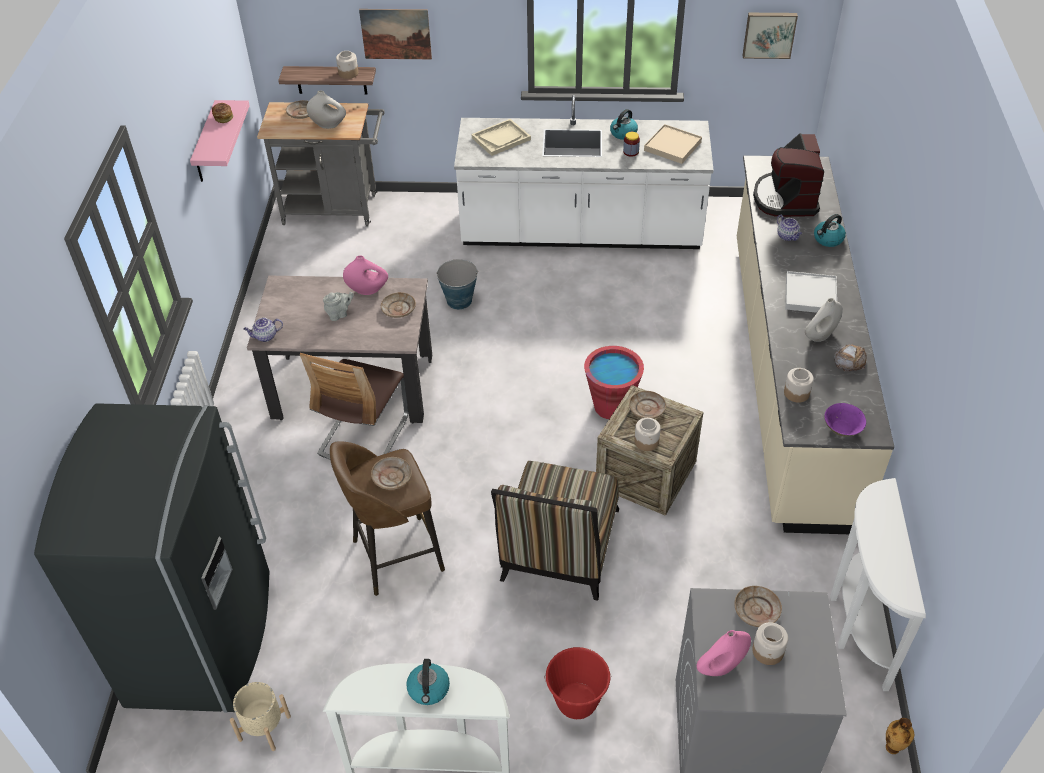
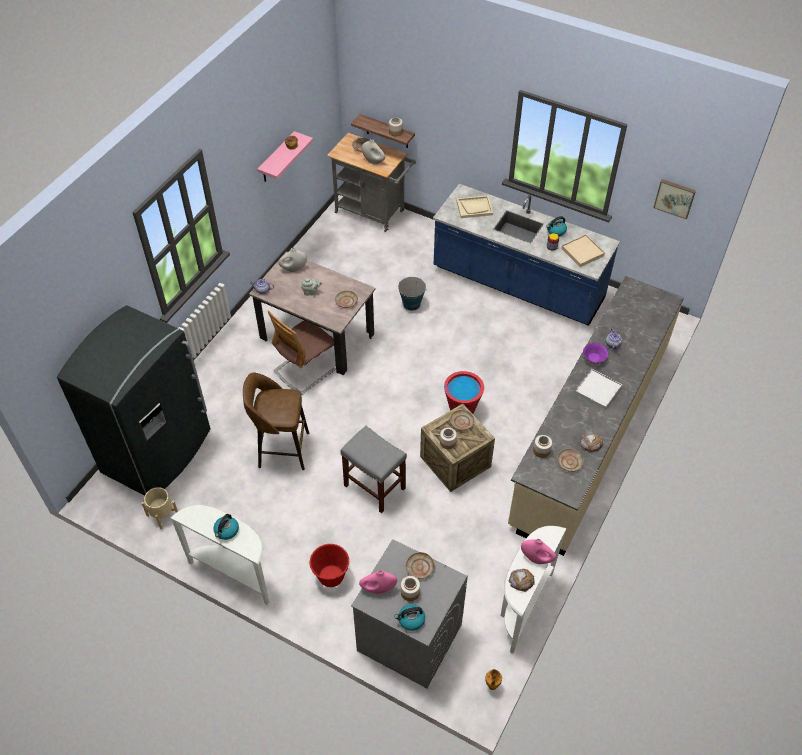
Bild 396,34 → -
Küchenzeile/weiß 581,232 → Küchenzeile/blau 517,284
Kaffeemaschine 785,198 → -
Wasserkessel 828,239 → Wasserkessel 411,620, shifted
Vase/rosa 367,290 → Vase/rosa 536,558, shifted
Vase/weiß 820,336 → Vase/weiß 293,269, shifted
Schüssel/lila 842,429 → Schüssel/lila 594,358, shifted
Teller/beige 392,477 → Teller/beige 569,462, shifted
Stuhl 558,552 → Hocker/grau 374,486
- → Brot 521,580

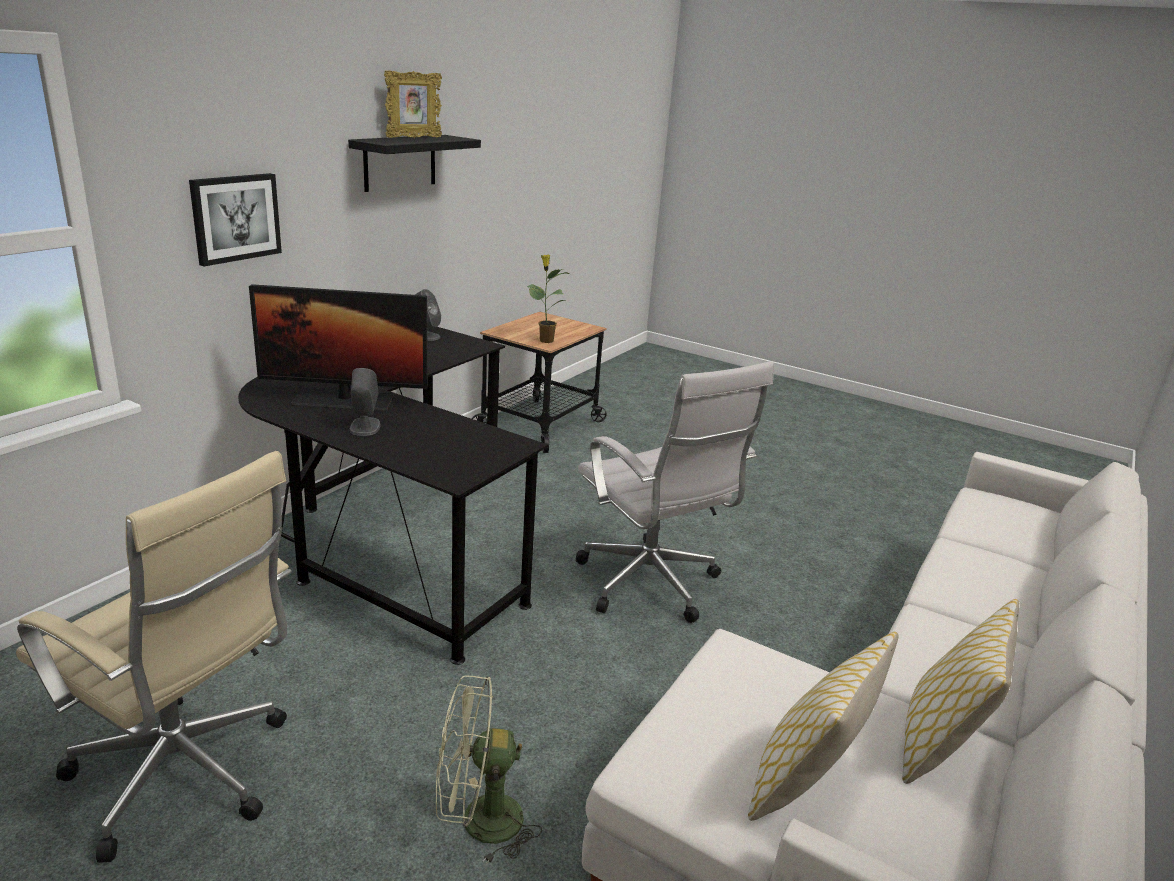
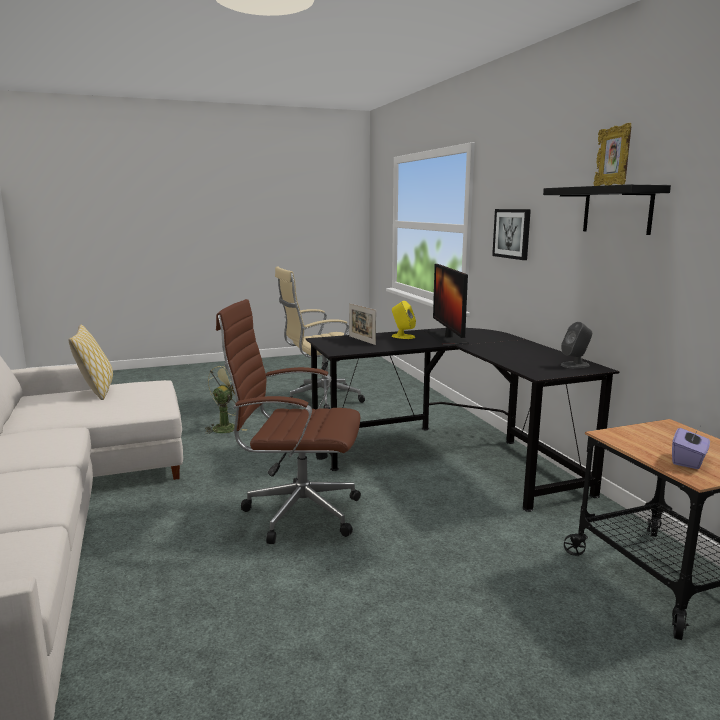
Topfpflanze 545,340 → -
Monitor 344,400 → Monitor 447,338, 45 degrees counterclockwise
Bürostuhl/weiß 651,586 → Bürostuhl/braun 296,513
Lautsprecher/grau 365,427 → Lautsprecher/gelb 402,336
Kissen 940,745 → -
- → Bilderrahmen 362,340
- → Taschentuchbox/lila 688,461

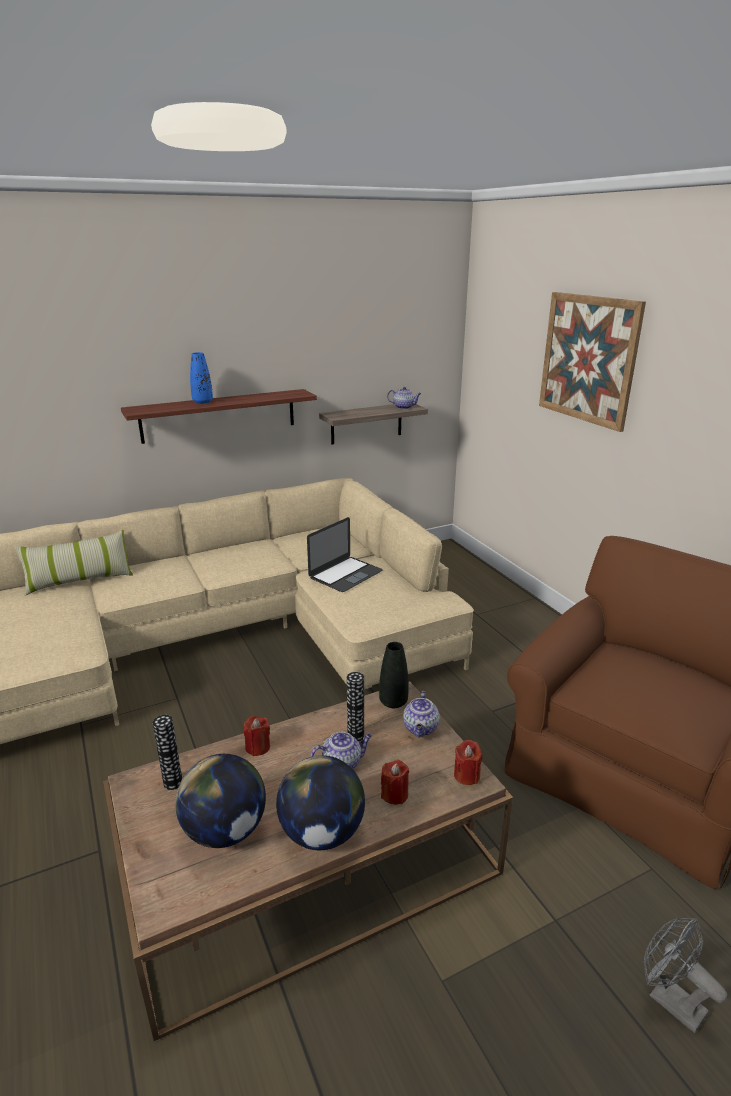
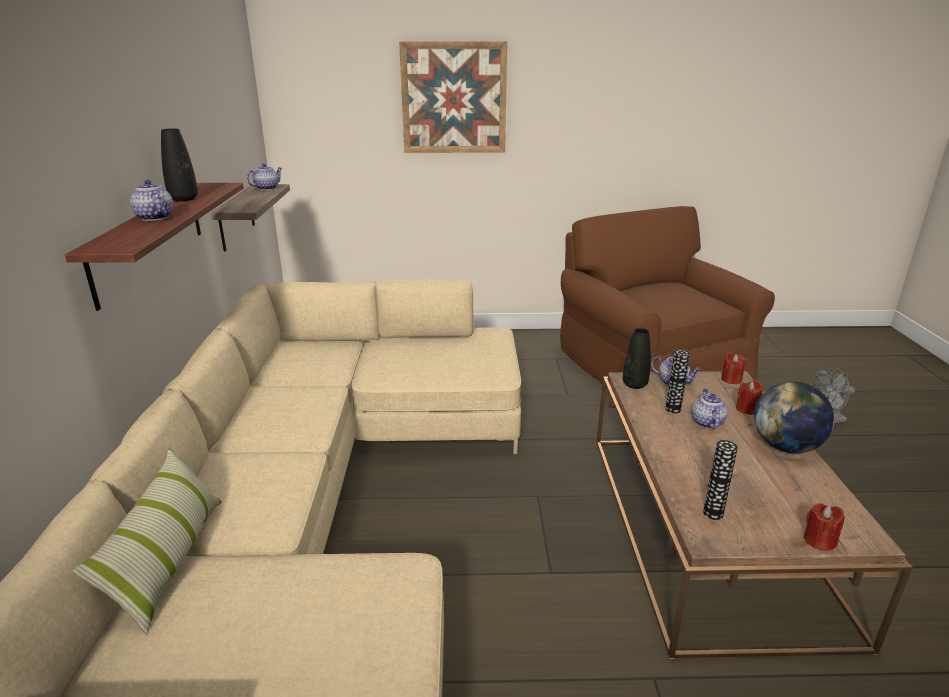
Vase/blau 202,402 → Teekanne 154,217
Laptop 345,574 → -
Kerze/rot 257,747 → Kerze/rot 819,540, shifted
Globus 225,831 → -
- → Vase/schwarz 183,199

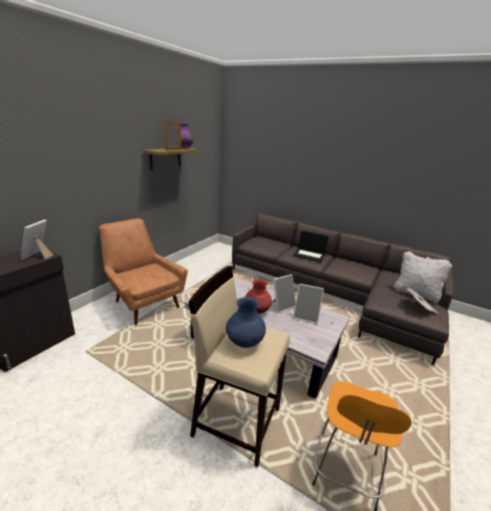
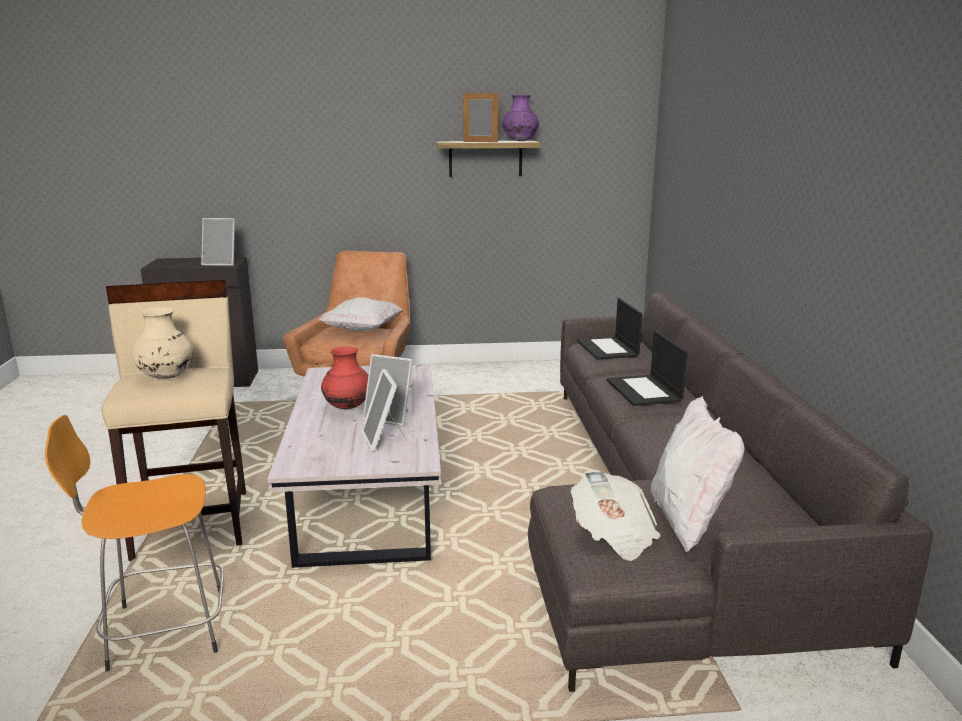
Bilderrahmen 39,256 → Bilderrahmen 221,263, 150 degrees counterclockwise
Vase/blau 244,343 → Vase/beige 166,377
- → Kissen/weiß 361,330
- → Laptop 608,349

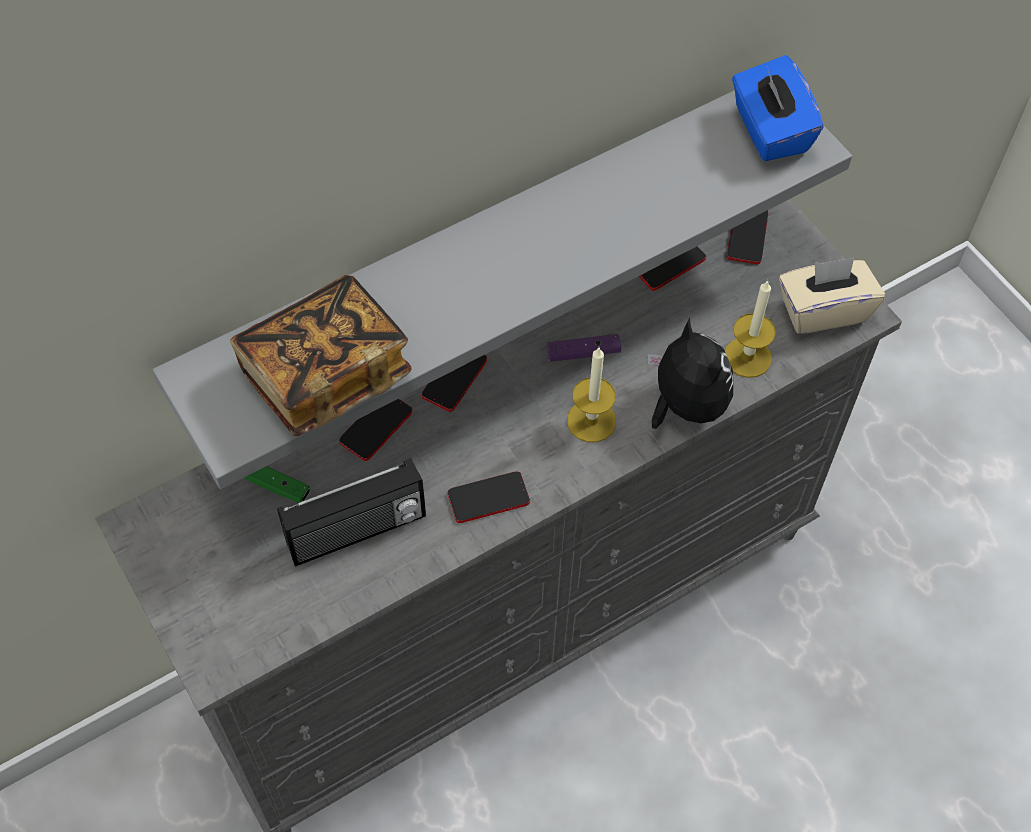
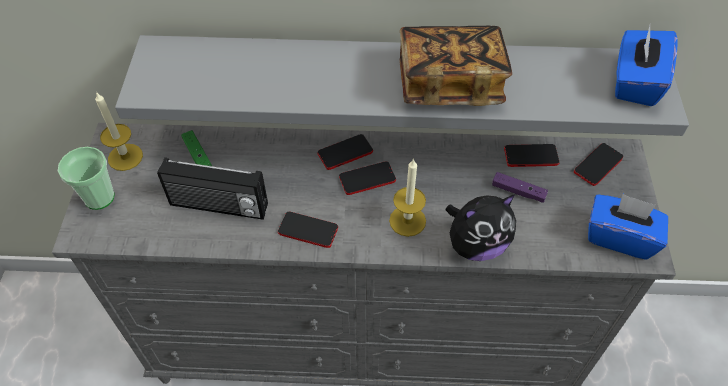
Taschentuchbox/beige 823,310 → Taschentuchbox/blau 619,237
Buch 325,373 → Buch 449,83, shifted
Kerze 747,357 → Kerze 125,157, shifted
Plüschtier 685,405 → Plüschtier 476,245, 60 degrees clockwise
Gamepad/lila 583,353 → Gamepad/lila 518,191, shifted
Handy 376,427 → Handy 367,179, shifted
- → Tasse 99,197

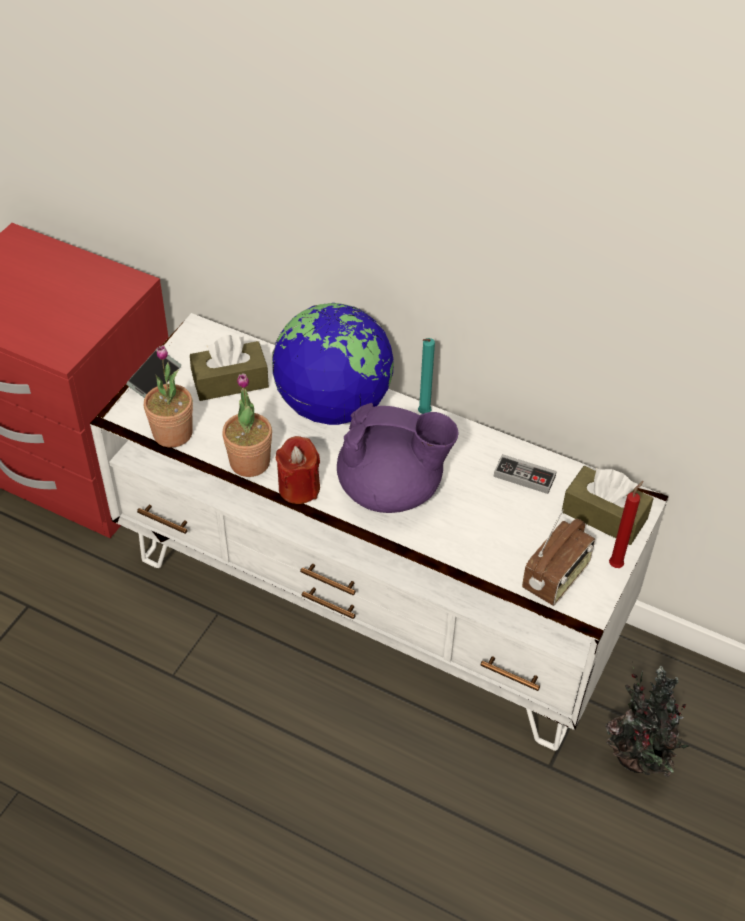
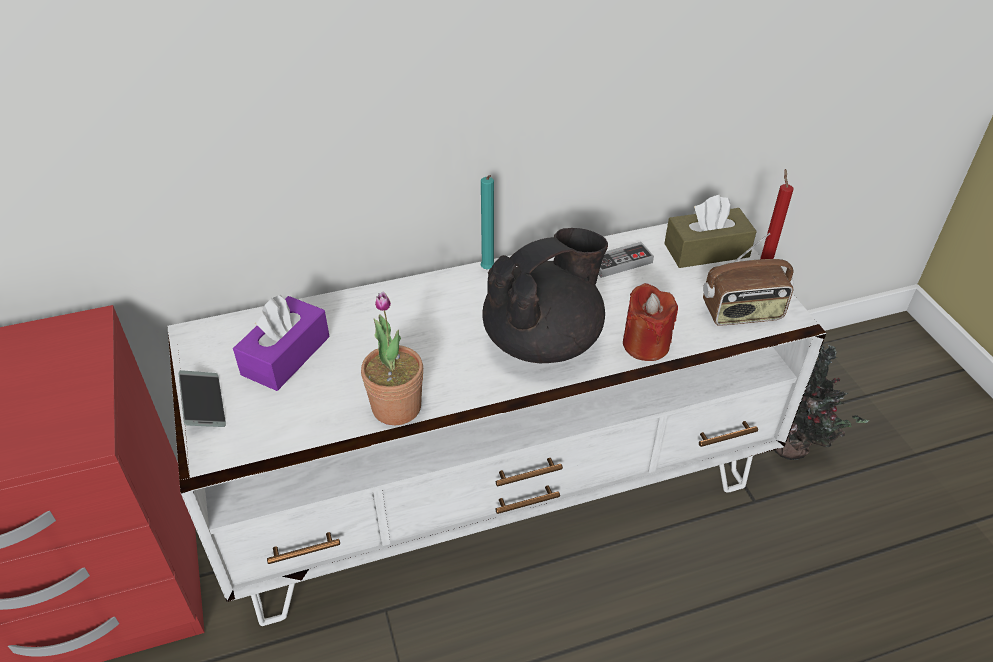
Globus 333,405 → -
Taschentuchbox/braun 230,381 → Taschentuchbox/lila 286,355
Topfpflanze 172,433 → -
Teekanne/lila 392,490 → Teekanne/schwarz 544,340
Kerze/rot 299,488 → Kerze/rot 645,344, shifted
Radio 556,578 → Radio 742,313, 90 degrees clockwise

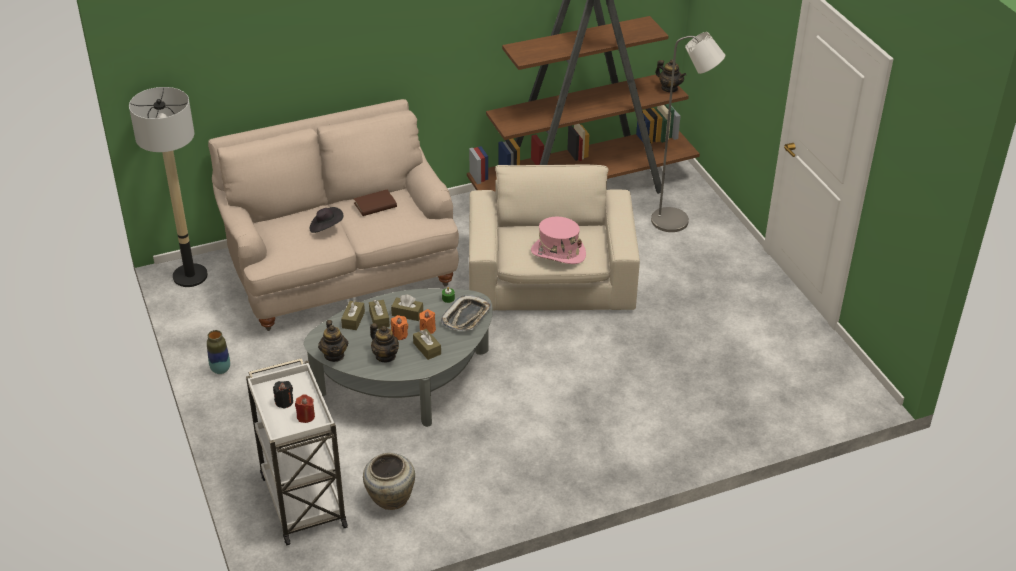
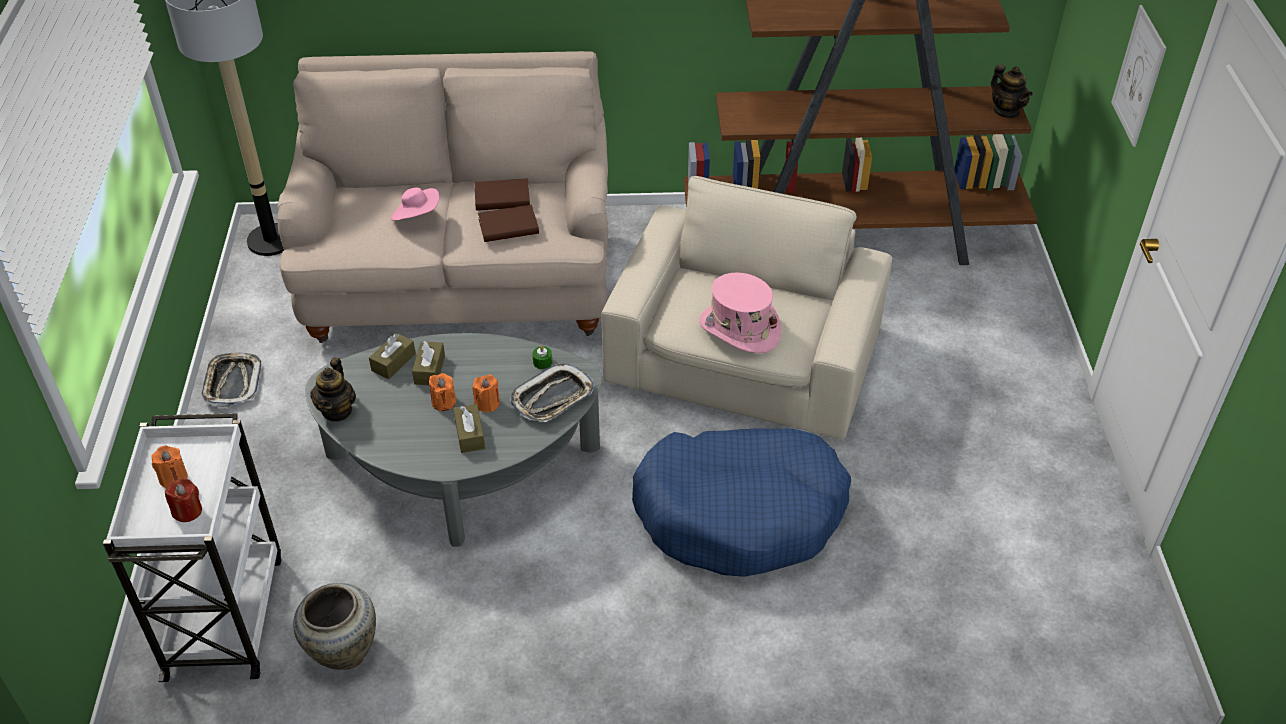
Stehlampe/grau 677,222 → -
Hut/schwarz 326,227 → Hut/rosa 417,216
Taschentuchbox/braun 407,313 → -
Teekanne 385,356 → -
Vase 220,369 → Tablett 232,383
Kerze/schwarz 284,402 → Kerze/orange 173,478
- → Bild 1138,76
- → Buch/braun 508,227
- → Hundebett/blau 740,513

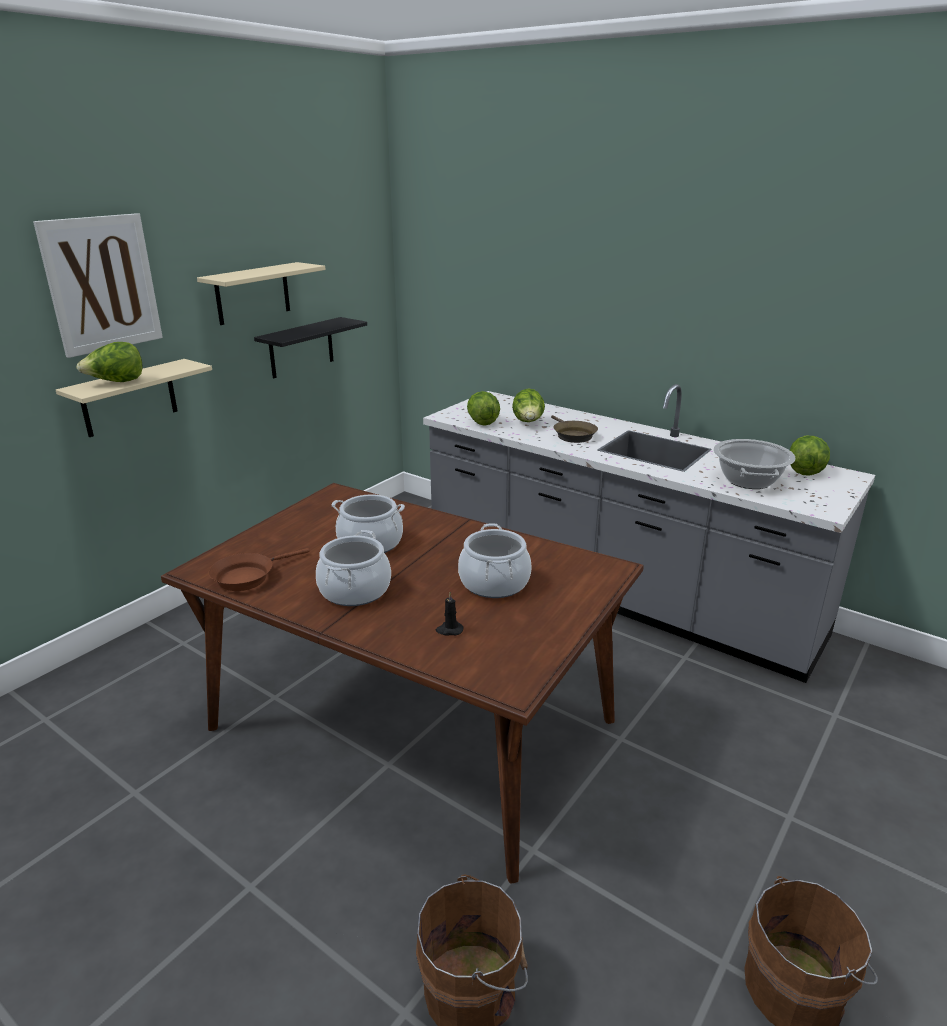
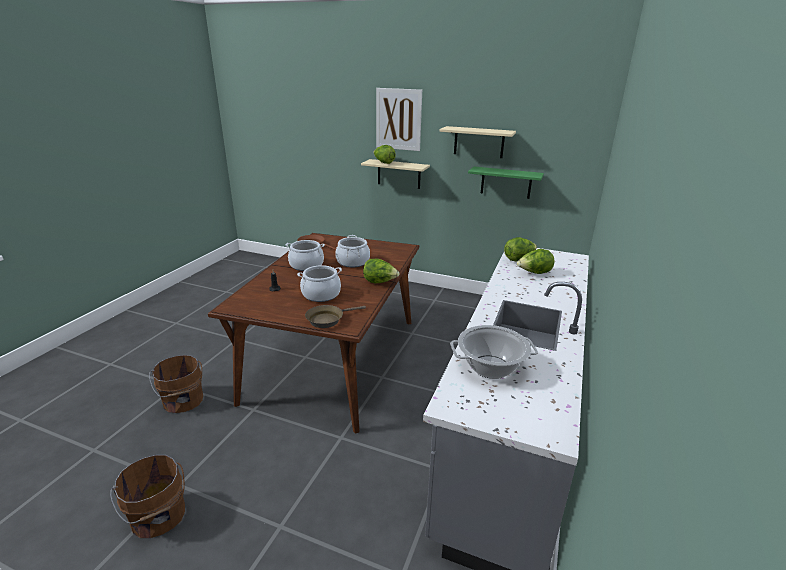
Wandregal/schwarz 301,348 → Wandregal/grün 506,182
Pfanne/braun 572,435 → Pfanne/braun 327,319, shifted
Salatkopf 805,470 → Salatkopf 379,282, shifted

